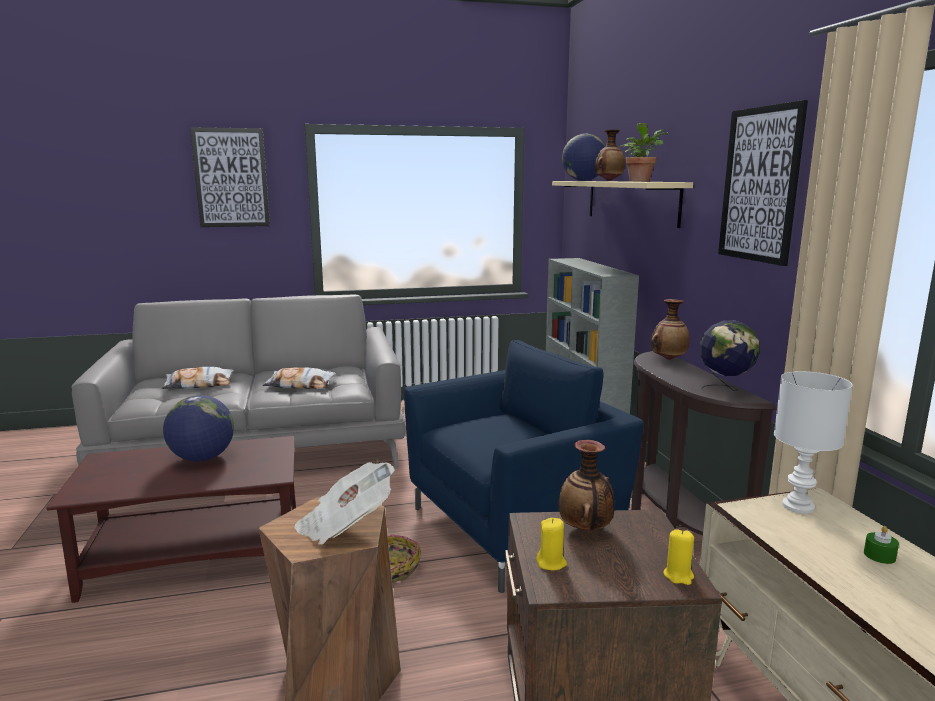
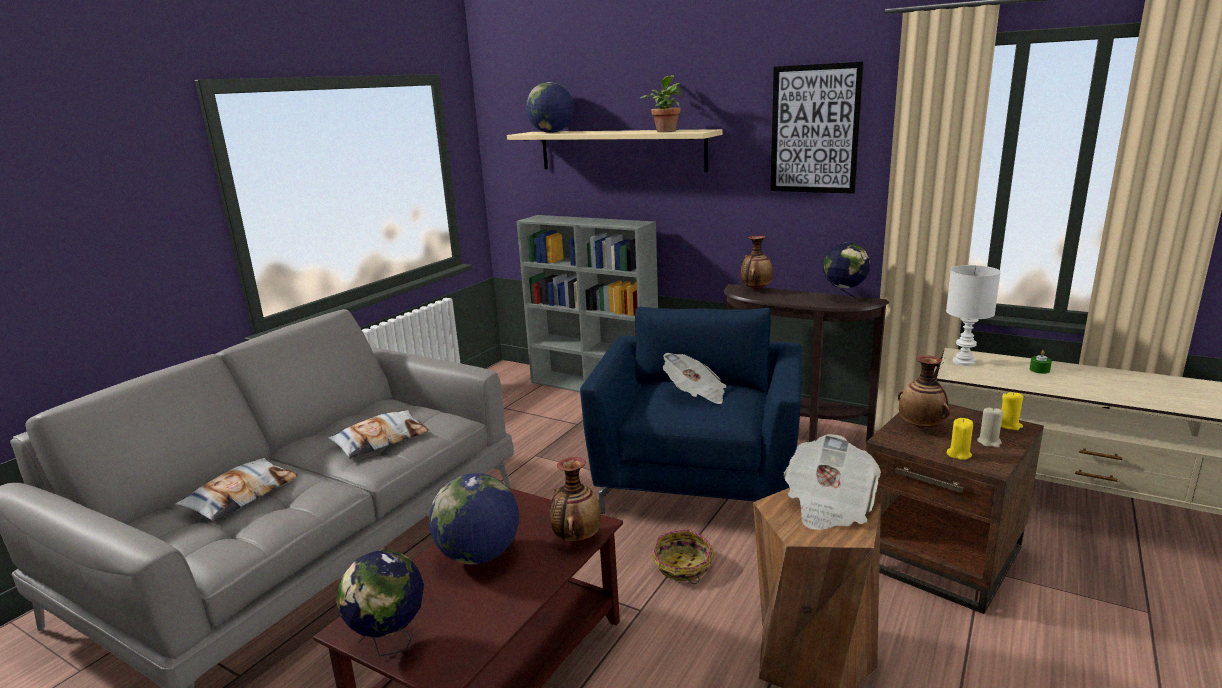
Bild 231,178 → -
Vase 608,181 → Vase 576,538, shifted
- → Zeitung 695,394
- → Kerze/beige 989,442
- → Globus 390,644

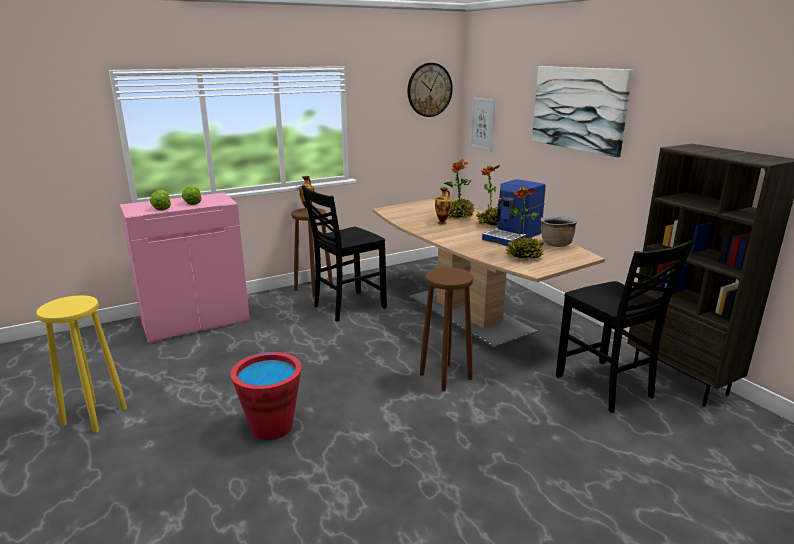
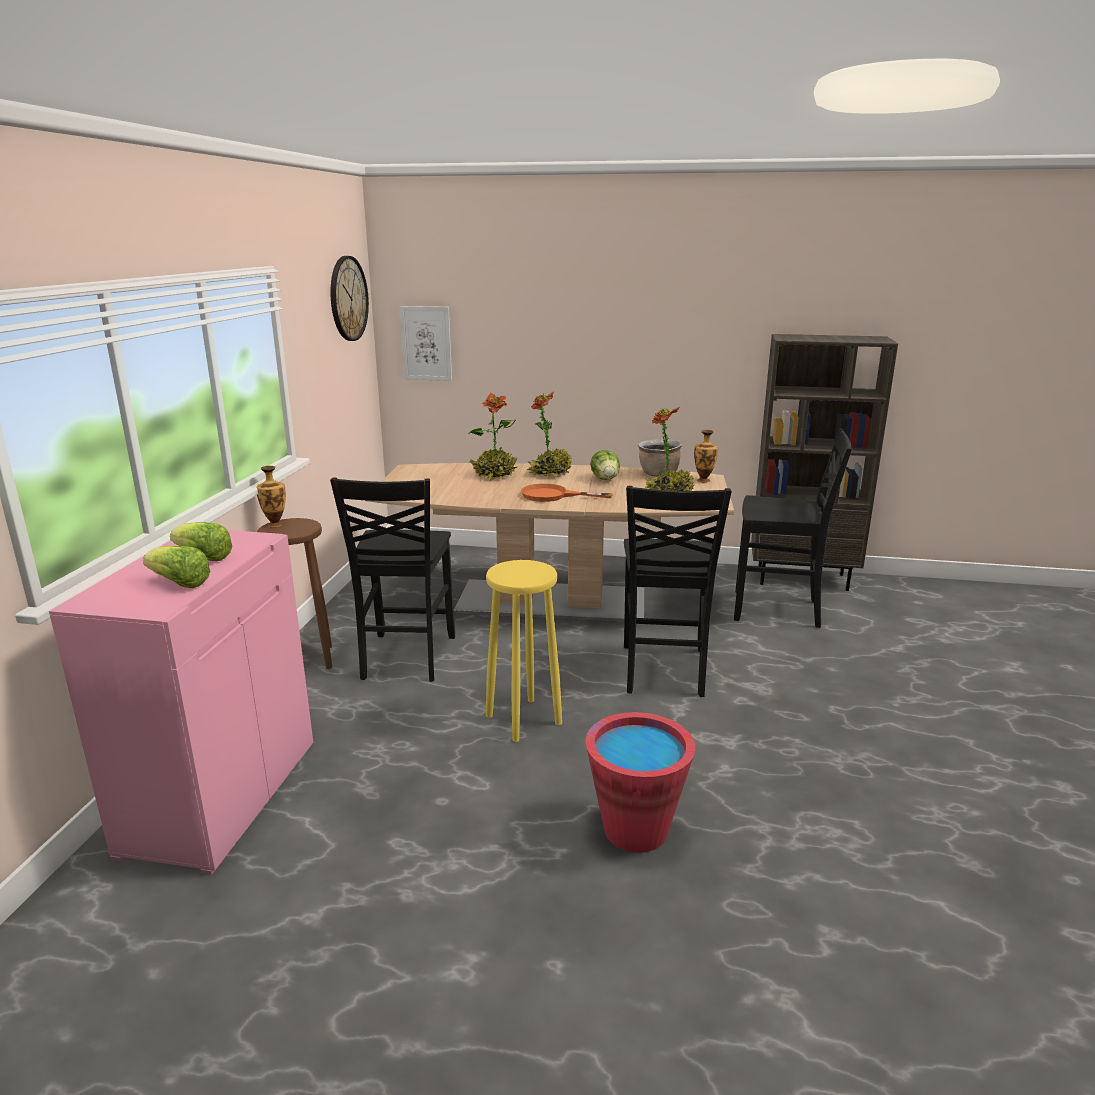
Bild 578,108 → -
Kaffeemaschine 513,236 → Salatkopf 605,479
Vase 442,223 → Vase 703,480, shifted
Hocker/braun 445,376 → Stuhl/schwarz 663,671
Hocker/gelb 94,416 → Hocker/gelb 524,720, shifted
- → Pfanne/orange 553,495

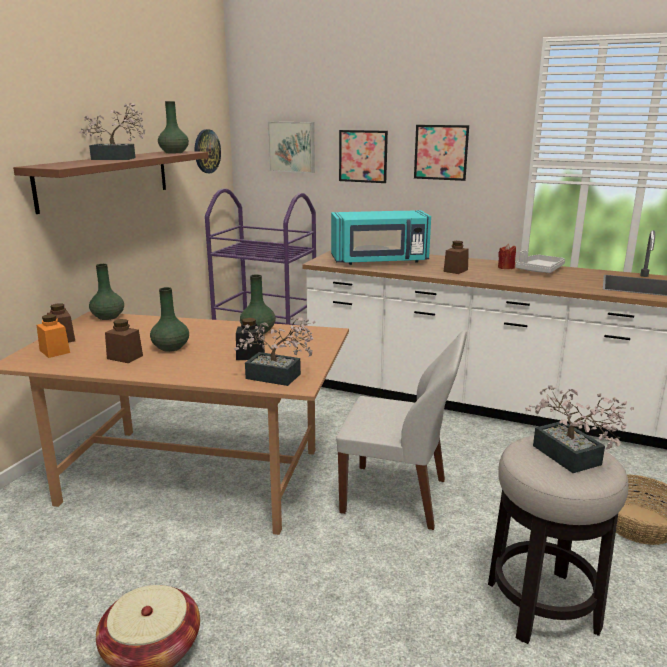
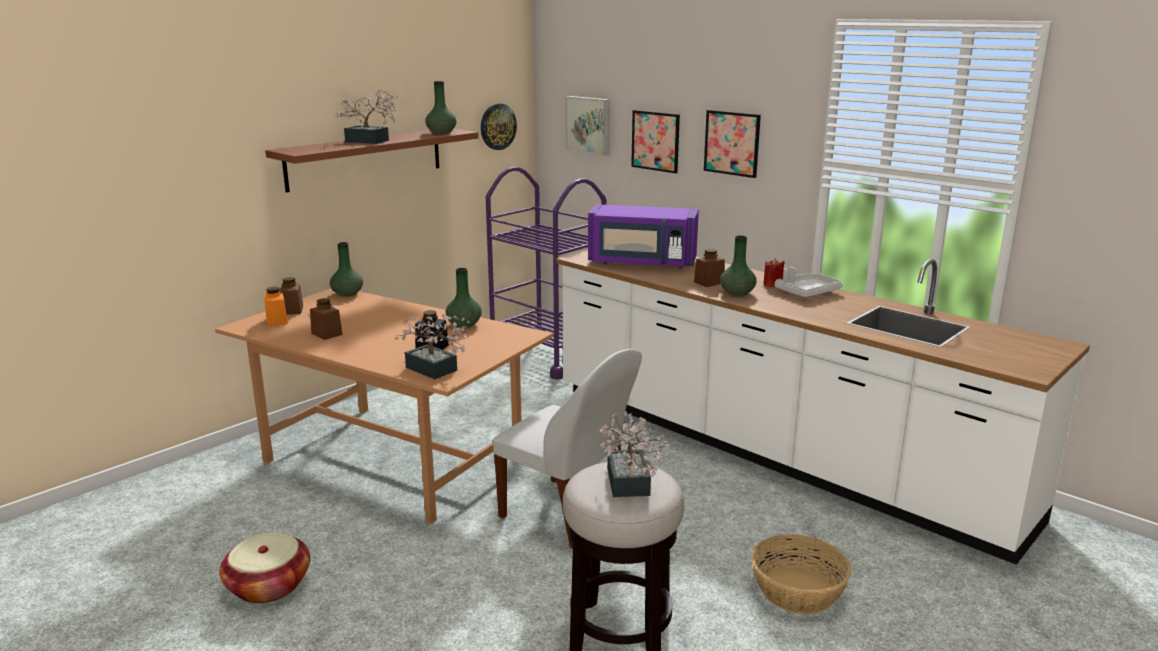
Mikrowelle/türkis 380,261 → Mikrowelle/lila 642,263
Vase/grün 170,348 → Vase/grün 737,293, shifted

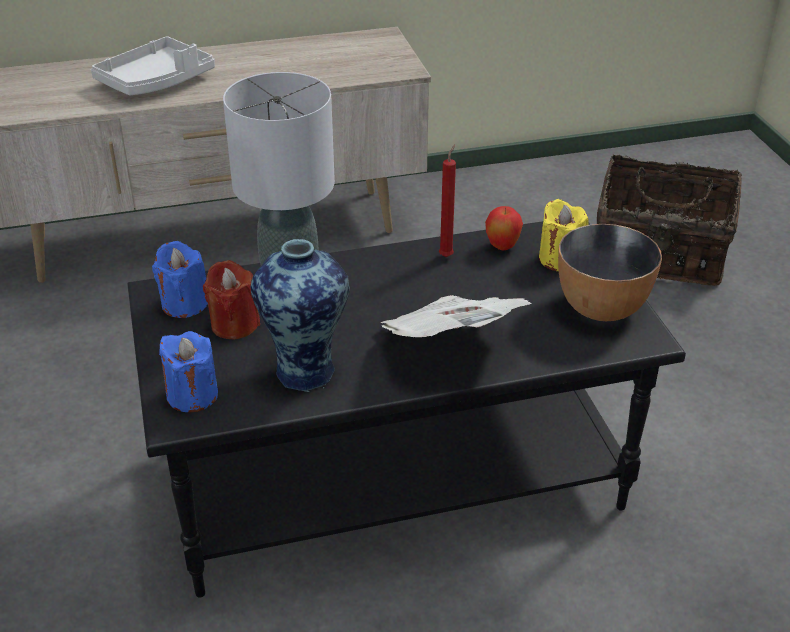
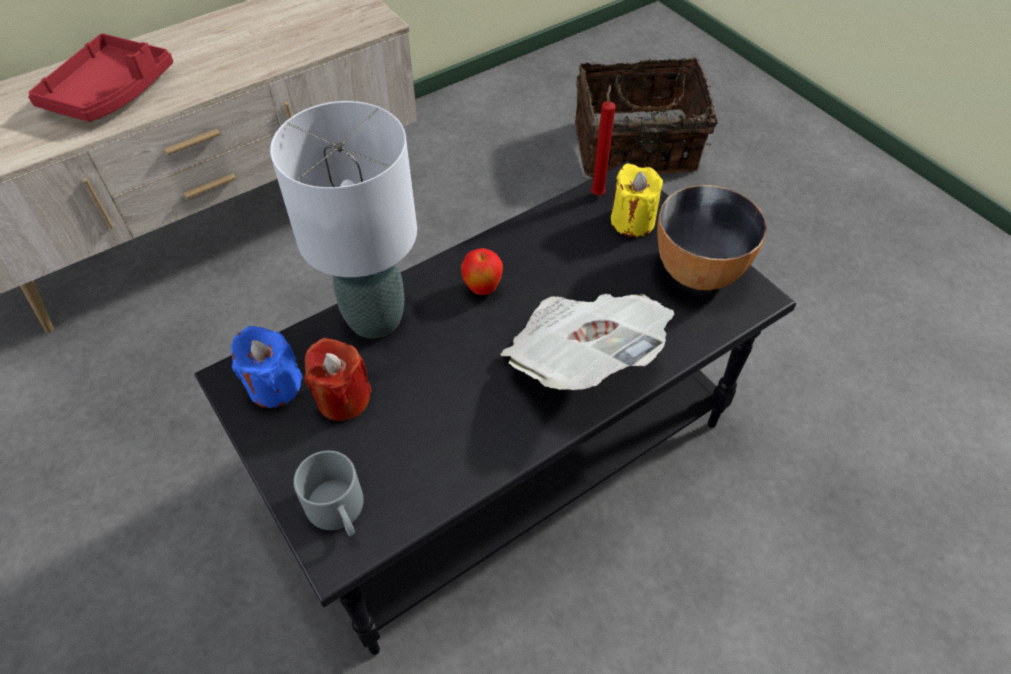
Tablett/grau 156,81 → Tablett/rot 111,93
Kerze/rot 447,255 → Kerze/rot 597,193, shifted
Apfel 502,247 → Apfel 482,289, shifted
Vase 306,370 → -
Kerze/blau 192,395 → Henkelbecher/grau 340,511

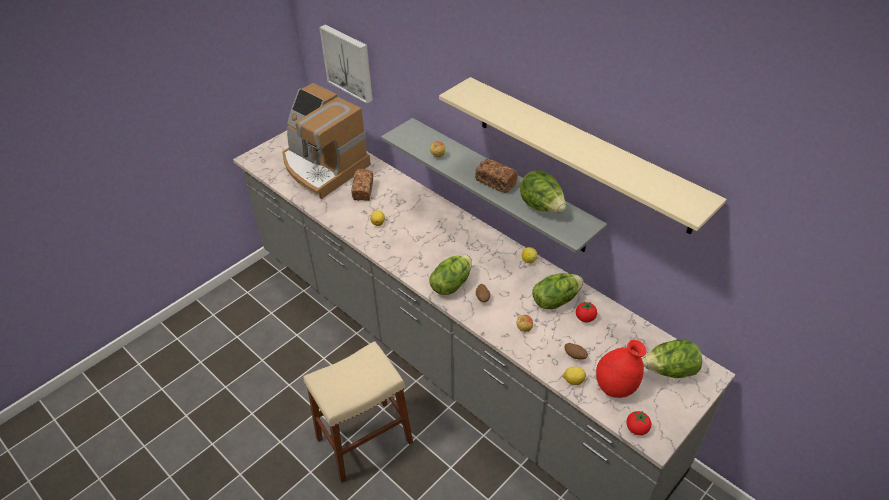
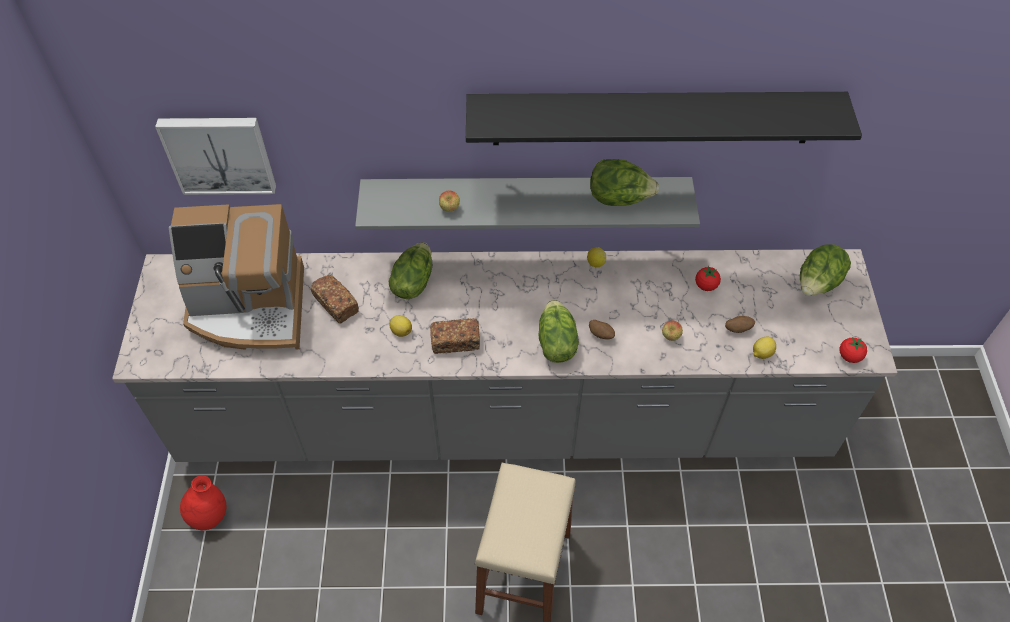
Wandregal/beige 581,153 → Wandregal/schwarz 653,118
Brot 495,182 → Brot 455,342, shifted
Salatkopf 555,300 → Salatkopf 412,282, shifted
Vase/rot 615,387 → Vase/rot 209,516, shifted

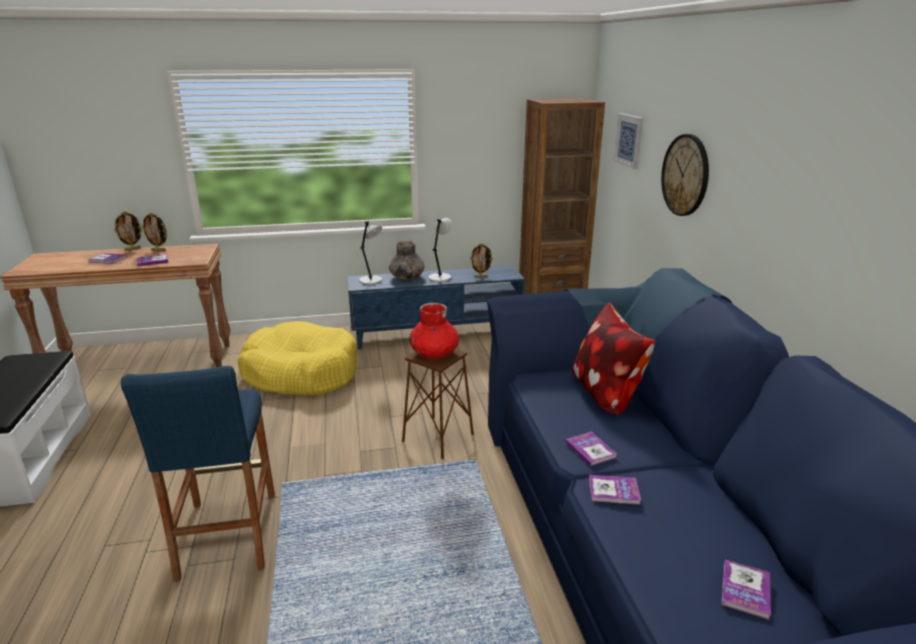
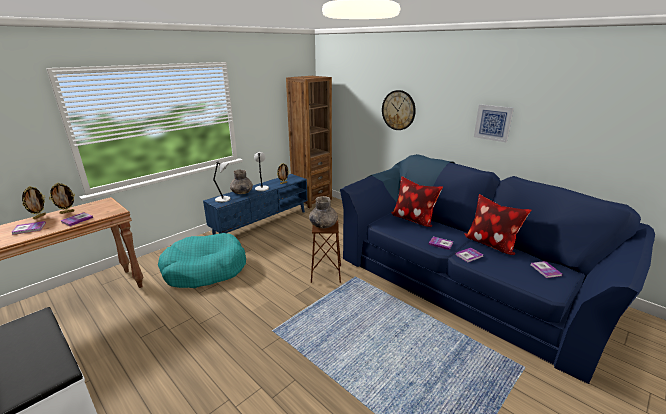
Bild 629,140 → Bild 493,122, shifted
Vase/rot 434,353 → Vase/grau 323,225
Hundebett/gelb 301,373 → Hundebett/türkis 205,269
Hocker/blau 227,534 → -
- → Kissen 490,244

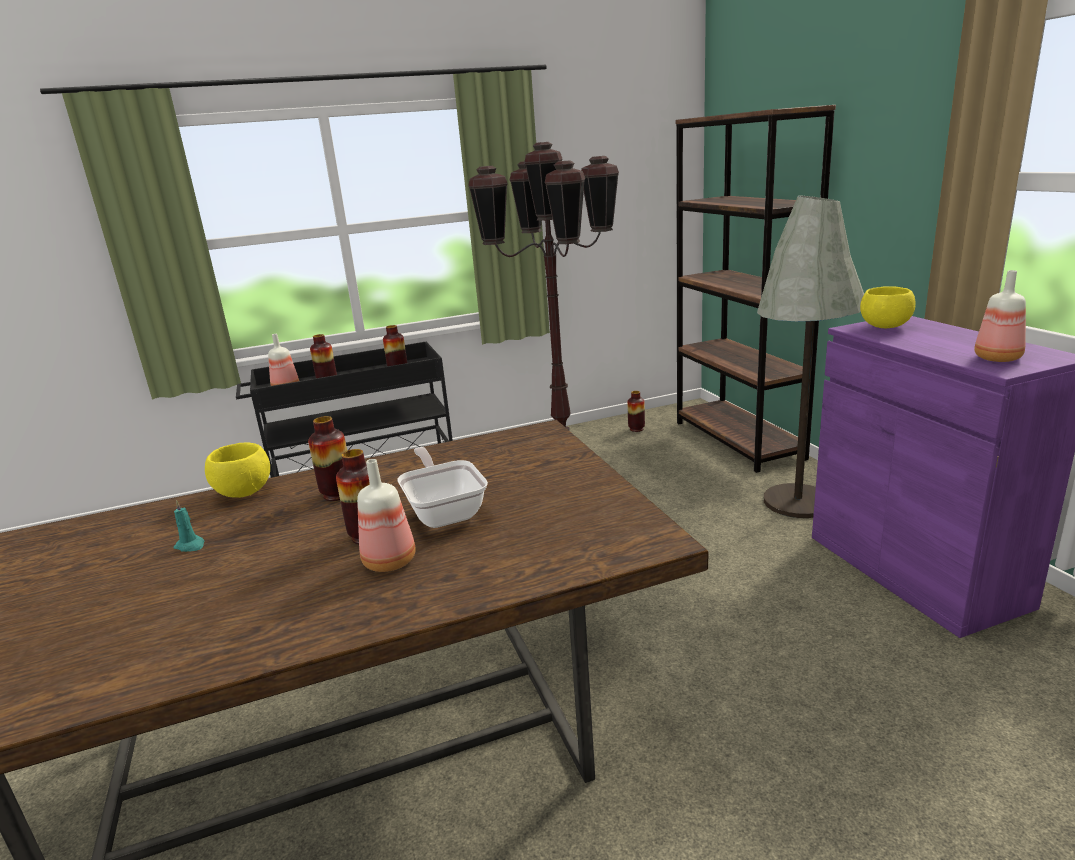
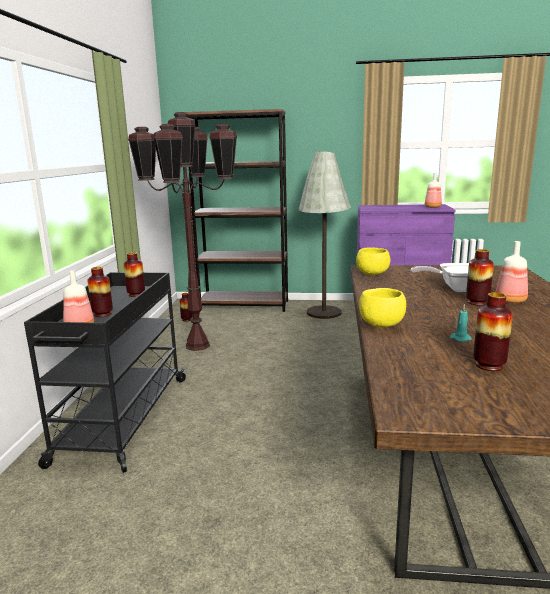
Schüssel/gelb 884,327 → Schüssel/gelb 372,274, shifted
Vase 337,494 → Vase 489,365, shifted

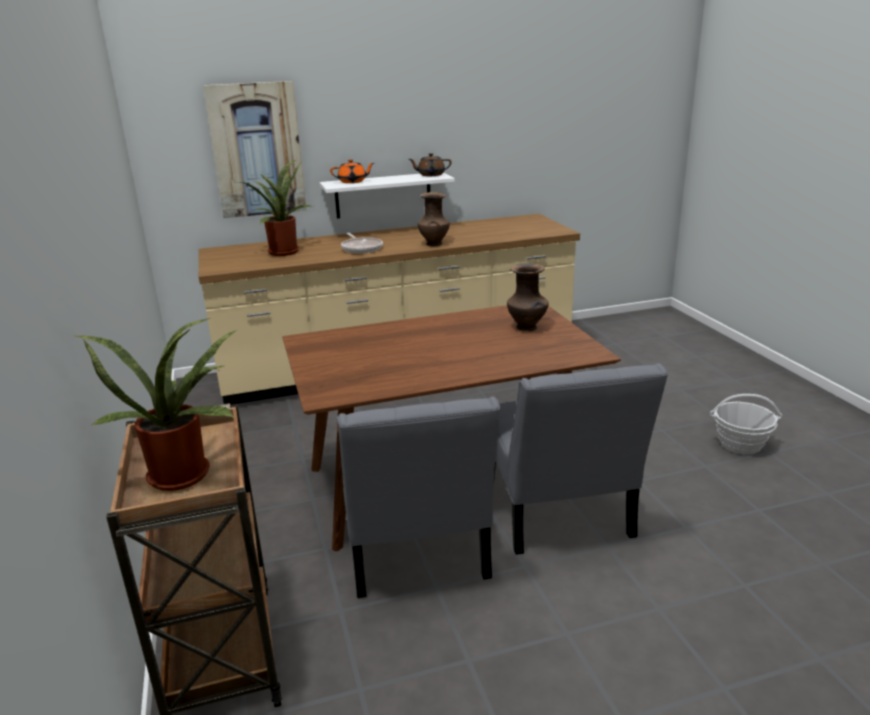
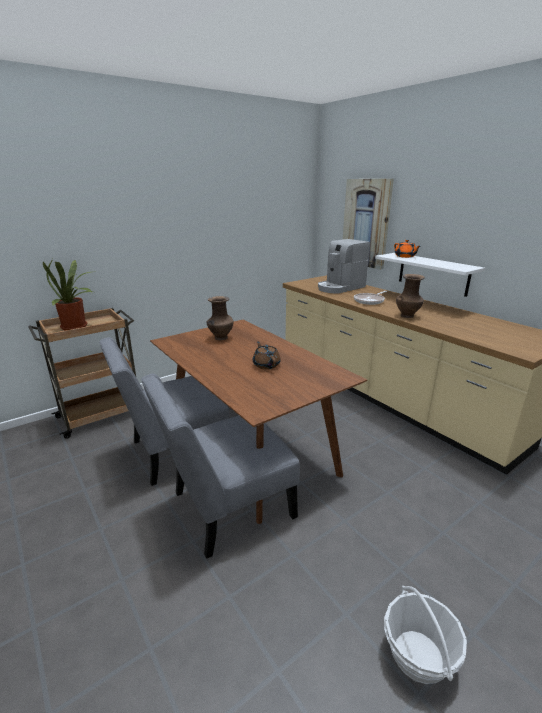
Teekanne/braun 430,175 → Teekanne/braun 266,365, shifted
Topfpflanze 282,251 → Kaffeemaschine 340,288
Vase/braun 527,328 → Vase/braun 220,338, shifted

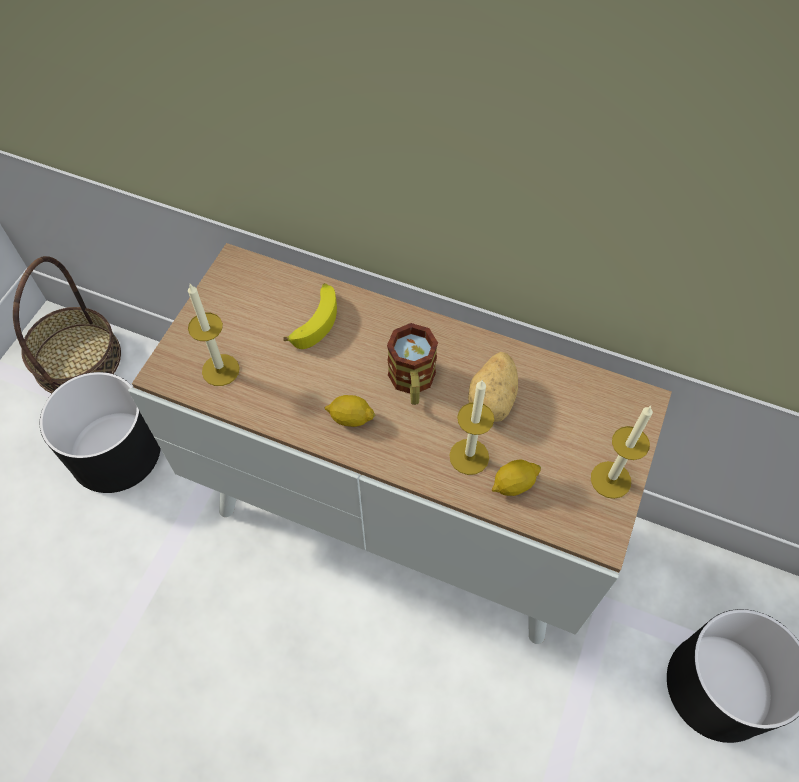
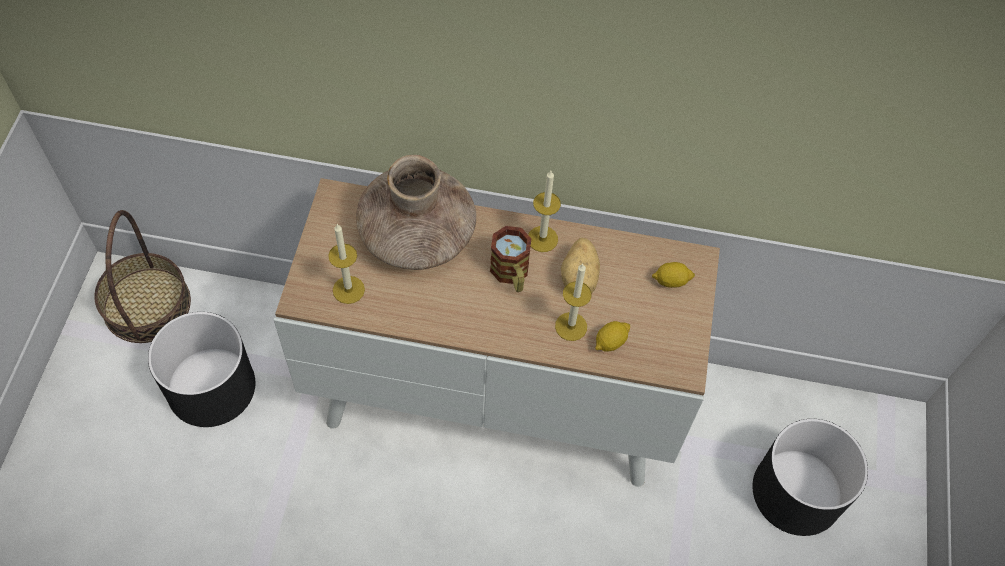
Banane 315,320 → Vase/braun 417,234
Zitrone 350,418 → Zitrone 671,281, shifted
Kerze 610,479 → Kerze 542,239, shifted

